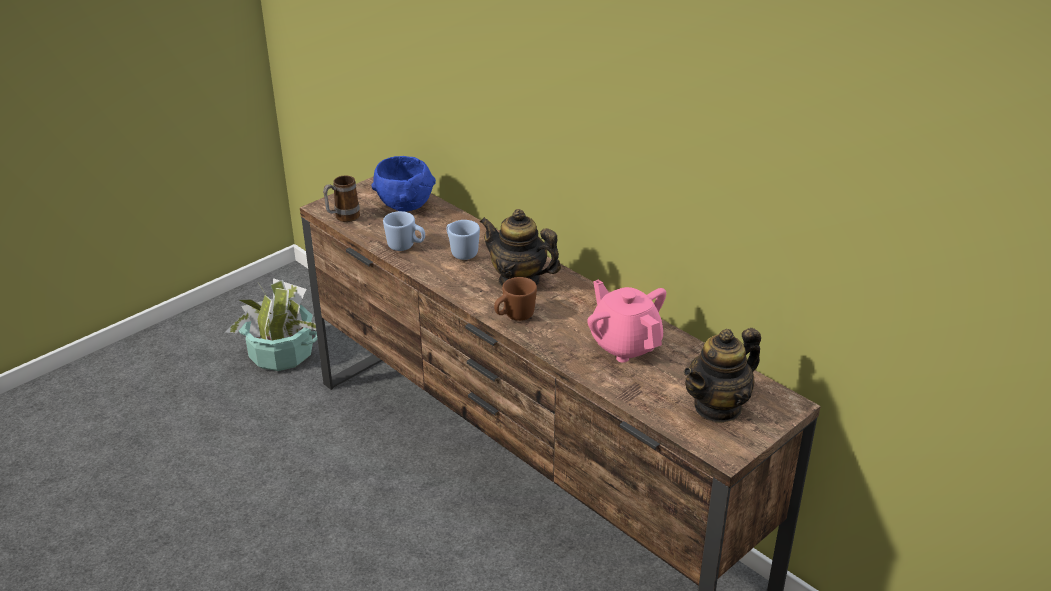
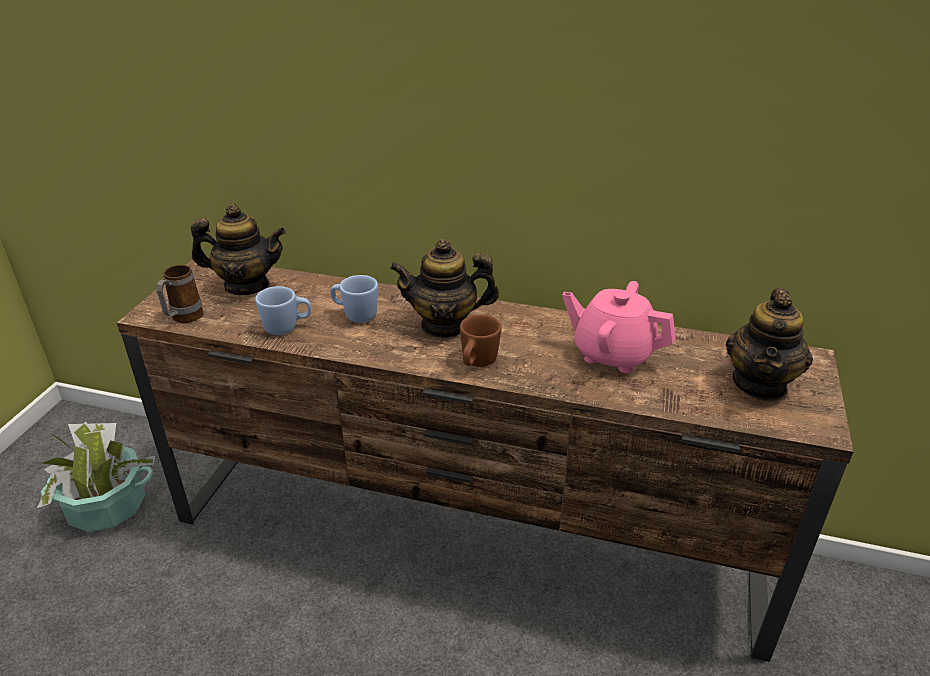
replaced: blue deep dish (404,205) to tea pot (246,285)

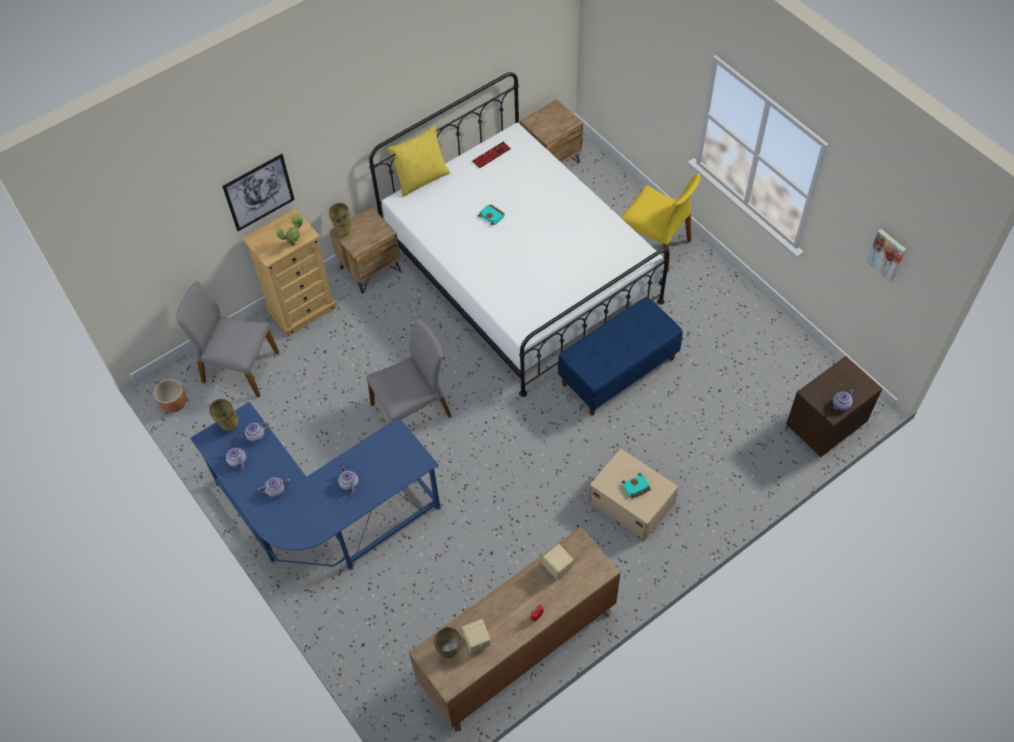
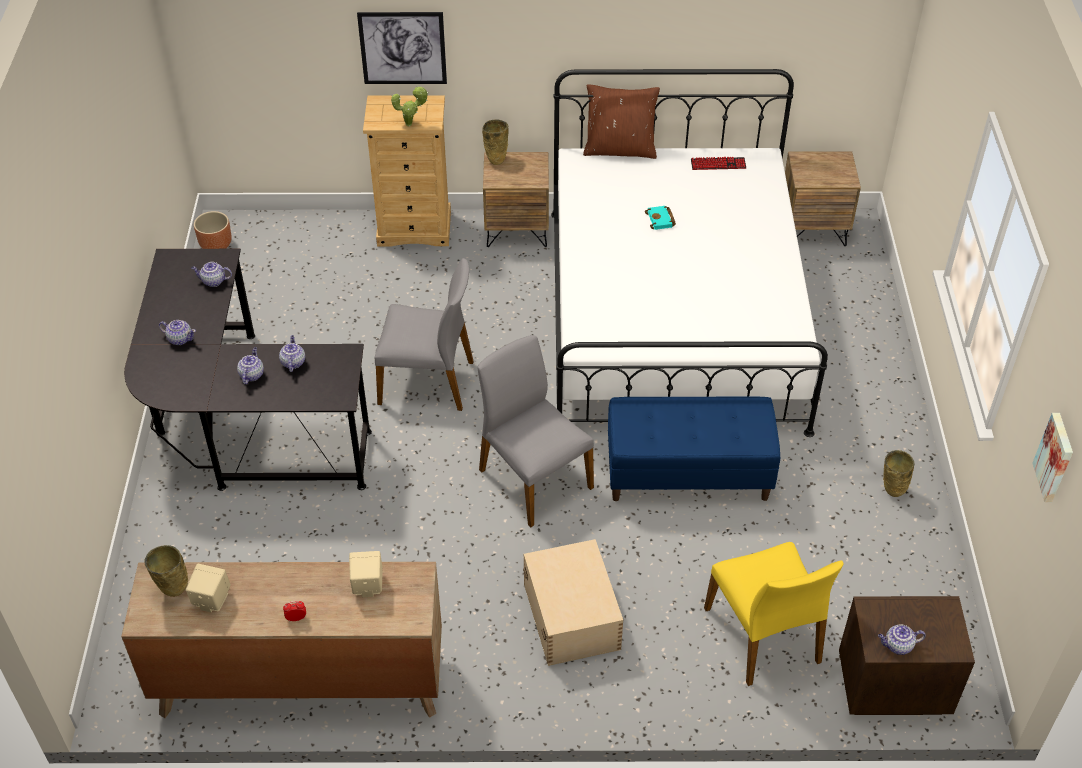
removed: blue-green bound book (635,488)
moved: tea pot (237,461) to (293,362); greyish upright chair (239,368) to (533,478); yellow upright chair (654,244) to (764,635); sand-coloured decorative vase (229,426) to (891,491)
recoloured: blue desk (322,518) to black desk (242,426); yellow pillow (421,179) to brownish pillow (620,149)

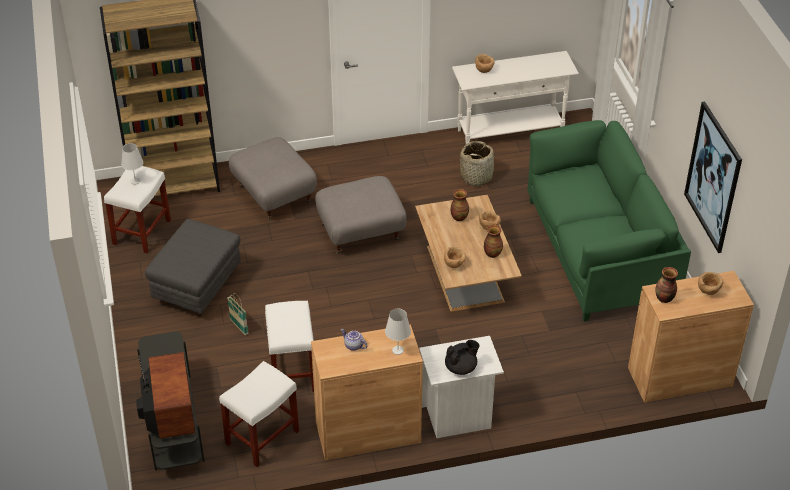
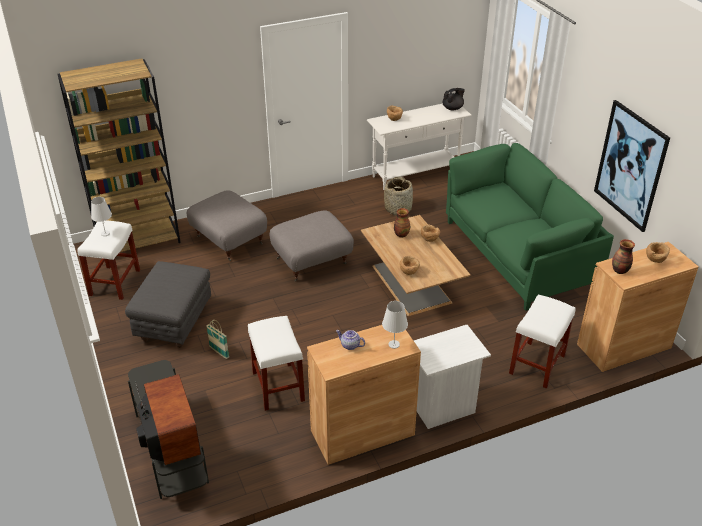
removed: decorative vase (492,253)
moved: black tea pot (461,367) to (453,108); white-coloured stool (263,436) to (537,364)

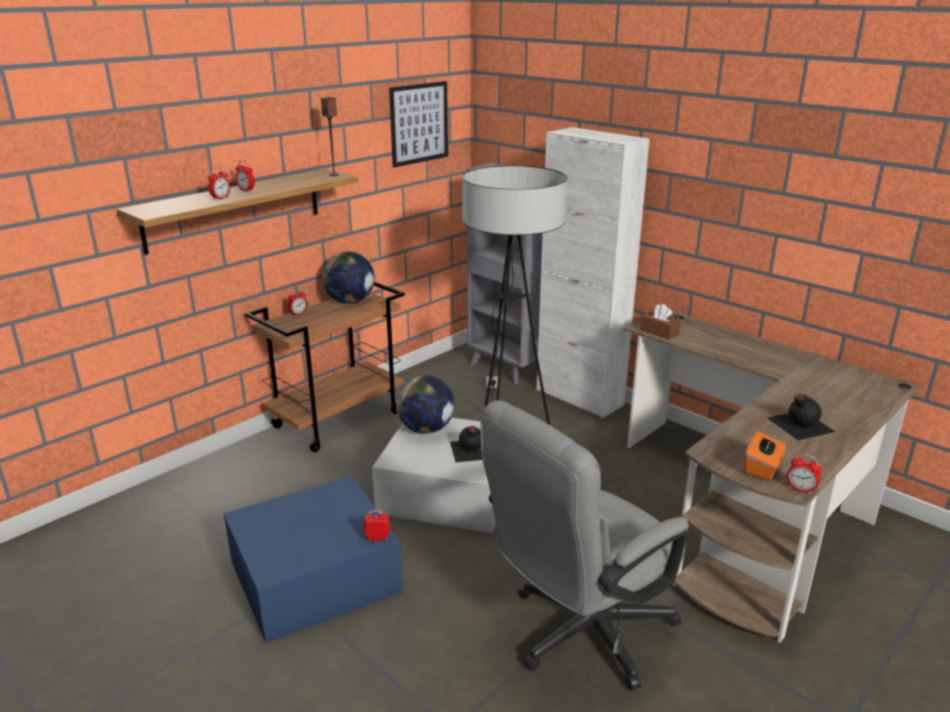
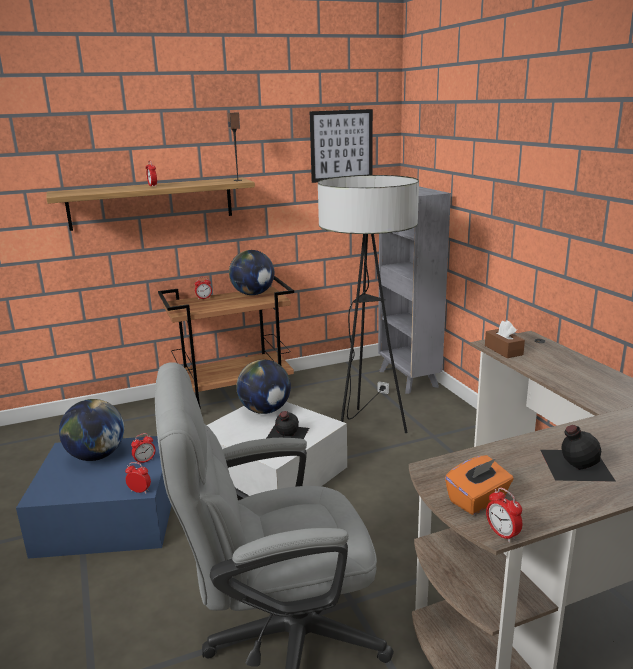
removed: white-coloured storage cabinet (579,397)
added: desk globe (96,456)
moved: table clock (221,198) to (144,461)

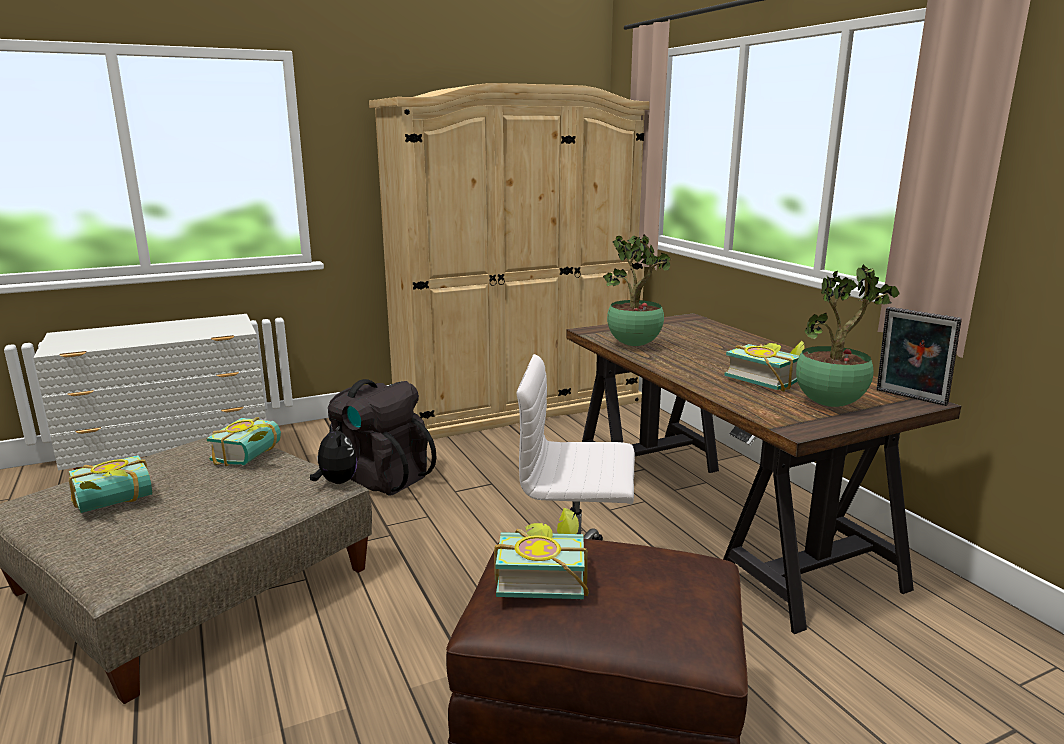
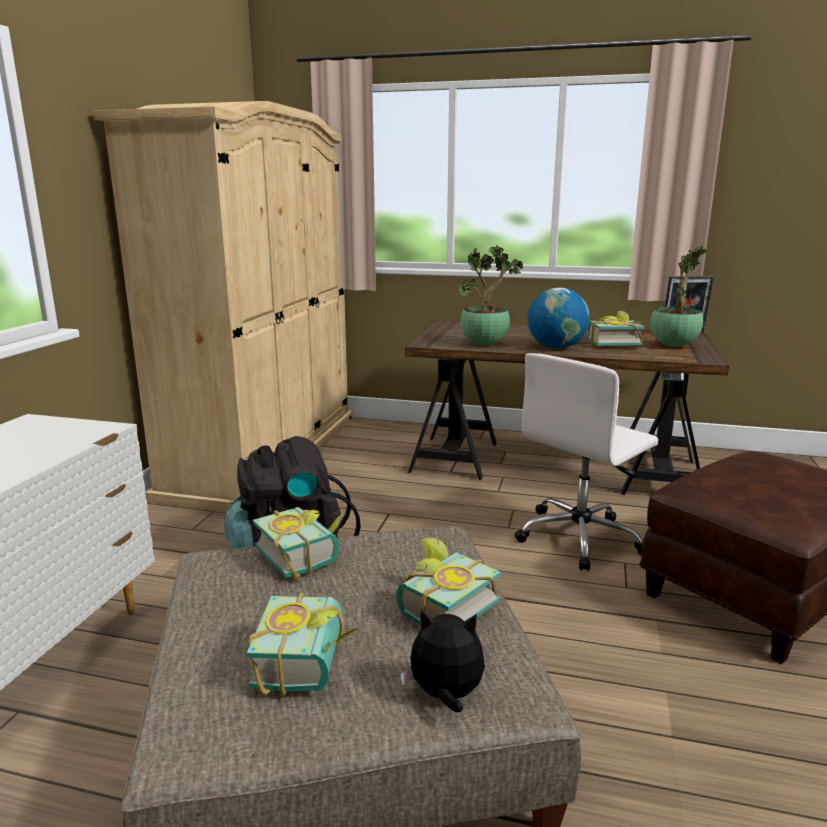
added: desk globe (556,347)
moved: bound book (541,577) to (441,607); soft toy (336,482) to (445,696)

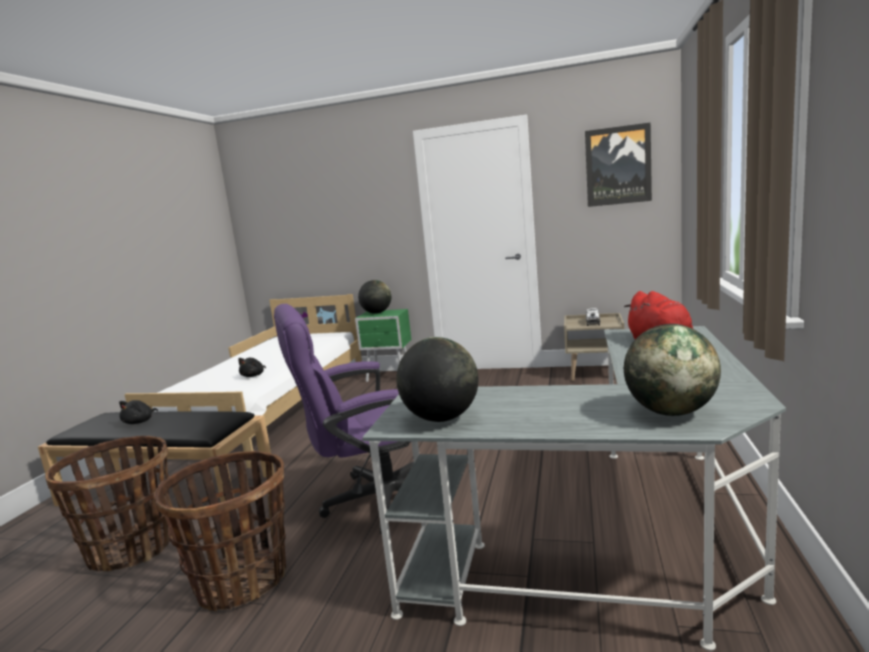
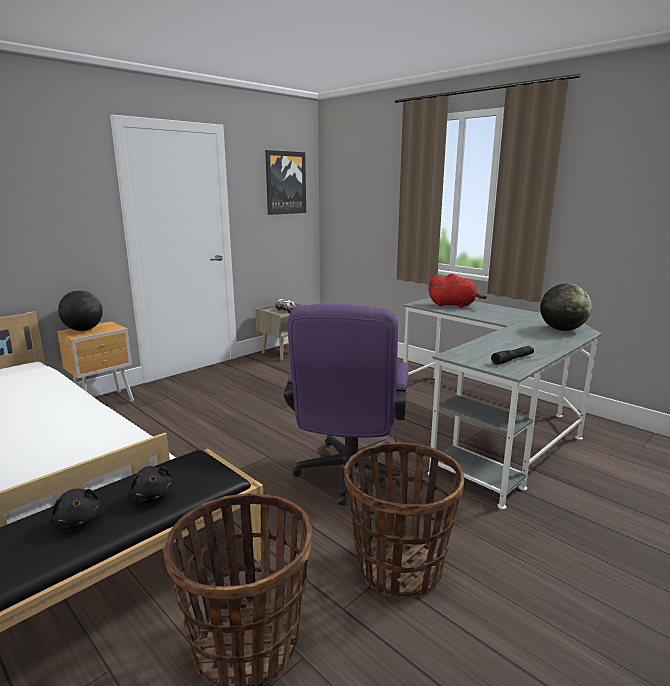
moved: black soft toy (253,375) to (151,496)
replaced: desk globe (441,418) to black torch (512,359)
recoloured: green-coloured nightstand (390,377) to brownish nightstand (105,403)

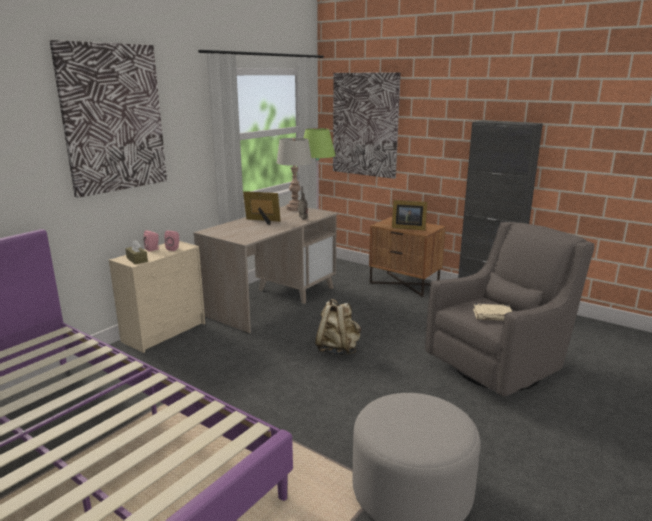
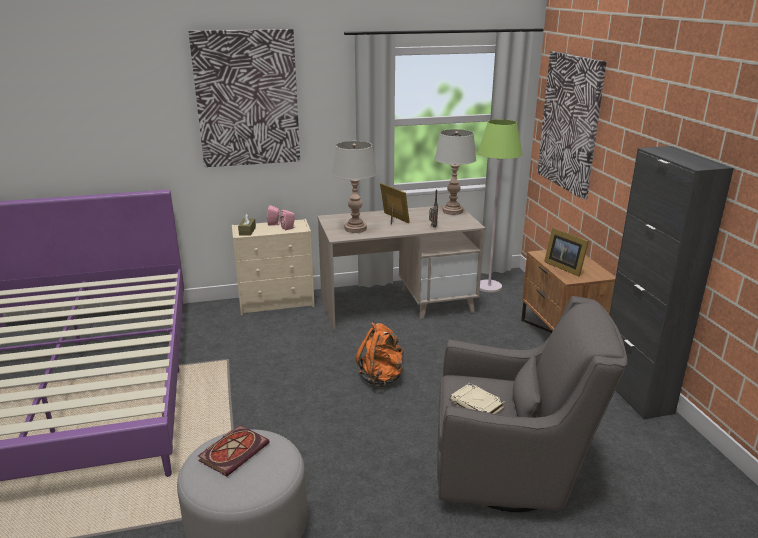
added: bound book (234,451); greyish lamp for a table (355,229)
recoloured: sand-coloured knapsack (338,349) to orange knapsack (381,378)

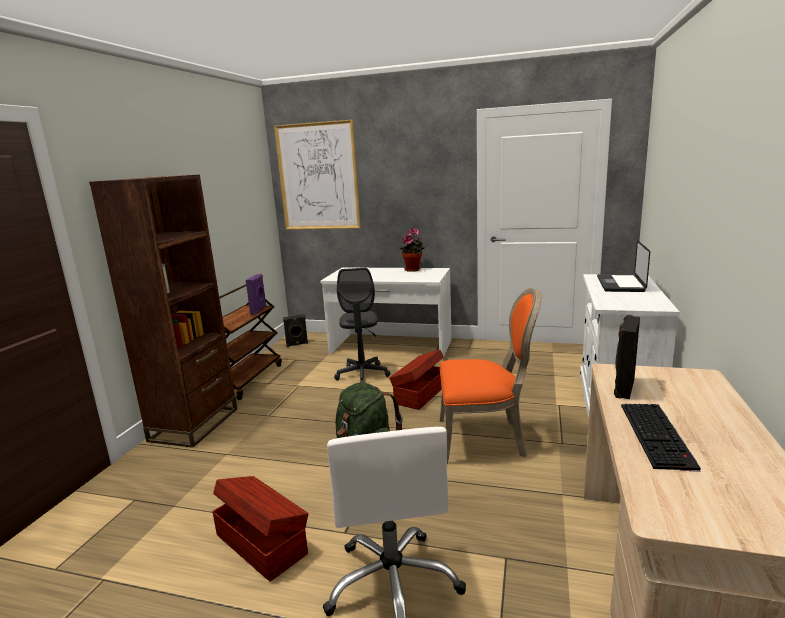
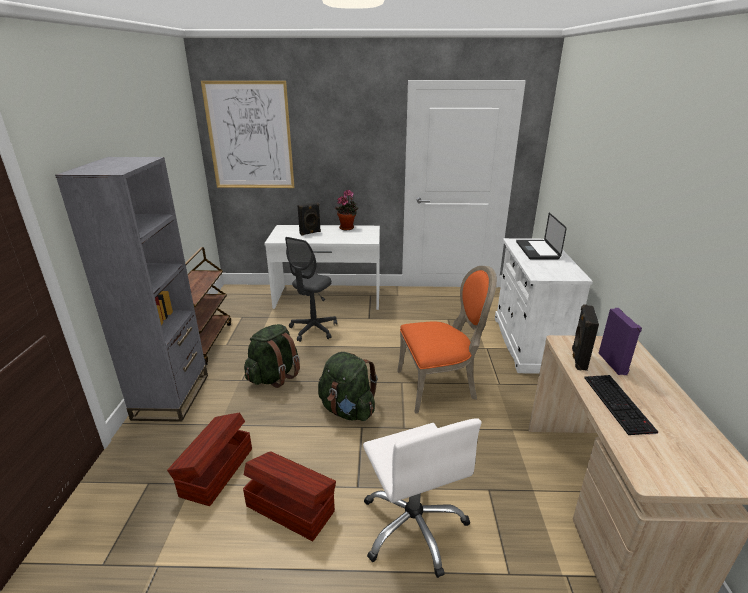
added: green-coloured knapsack (274,376)
moved: brownish storage bin (420,394) to (215,472); black audio speaker (297,344) to (310,233); purplish audio speaker (259,310) to (613,363)
recoloured: brownish bookcase (194,424) to greyish bookcase (172,396)
turned: greyish desk chair (362,375) = (313,330) 45 degrees clockwise

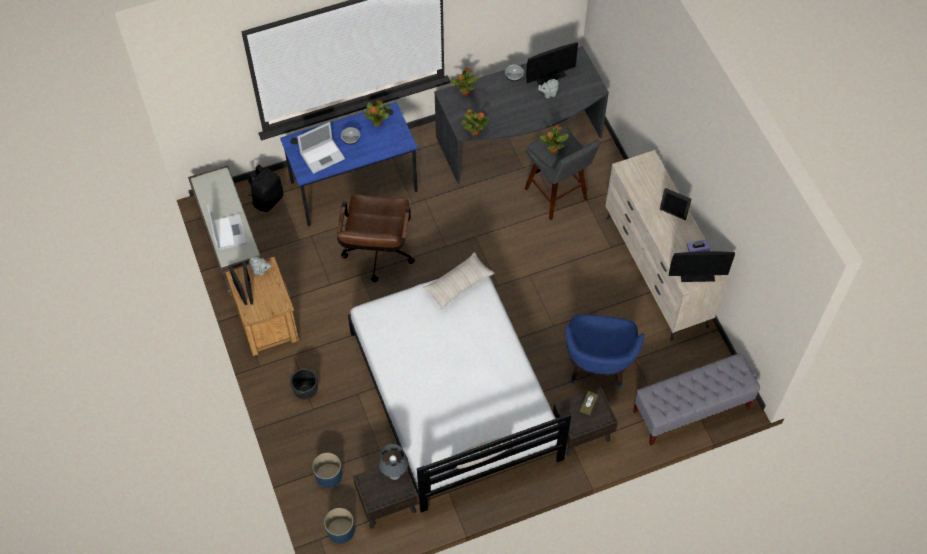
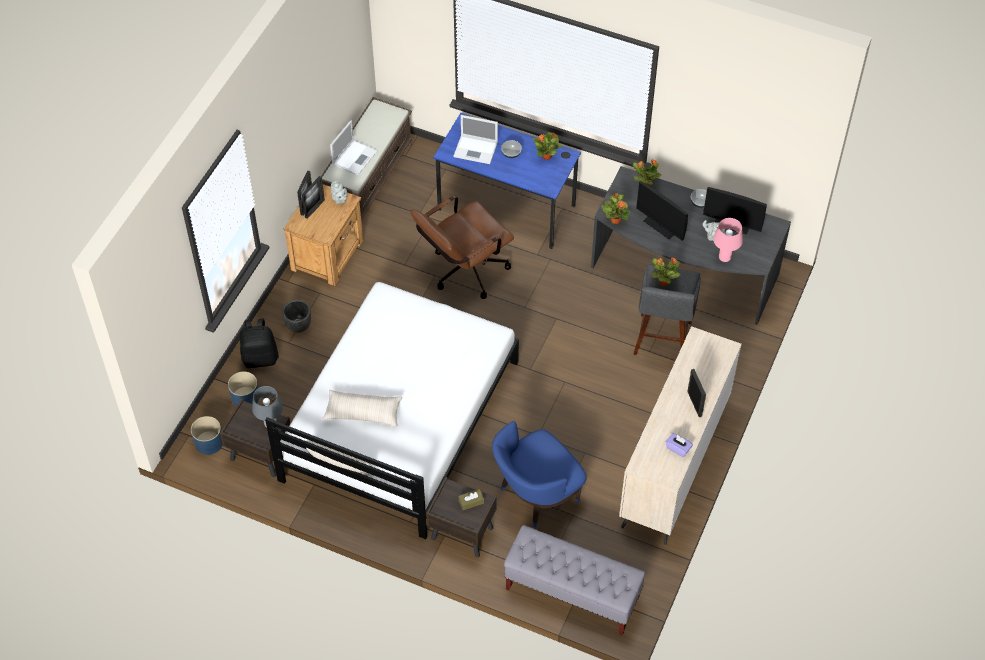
added: pink lamp for a table (724,257)
moved: black knapsack (267,199) to (260,358); sand-coloured pillow (458,284) to (363,412); computer screen (697,275) to (661,225)

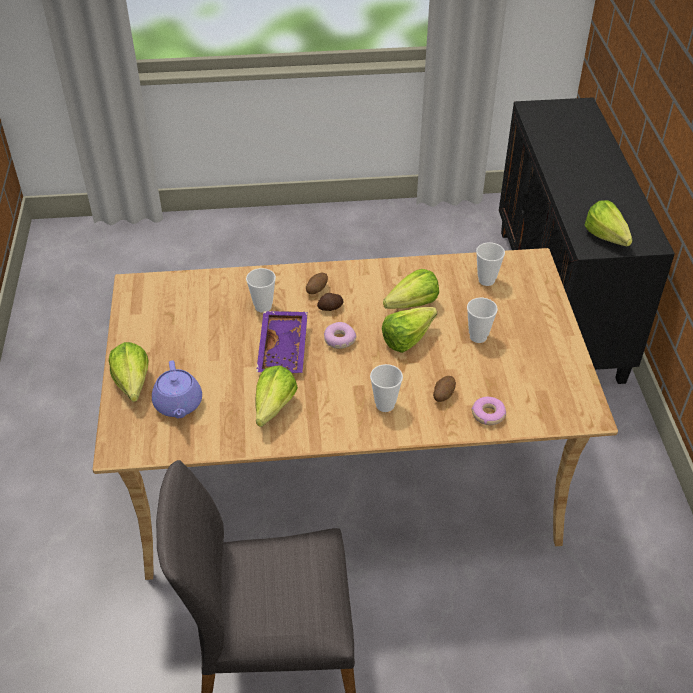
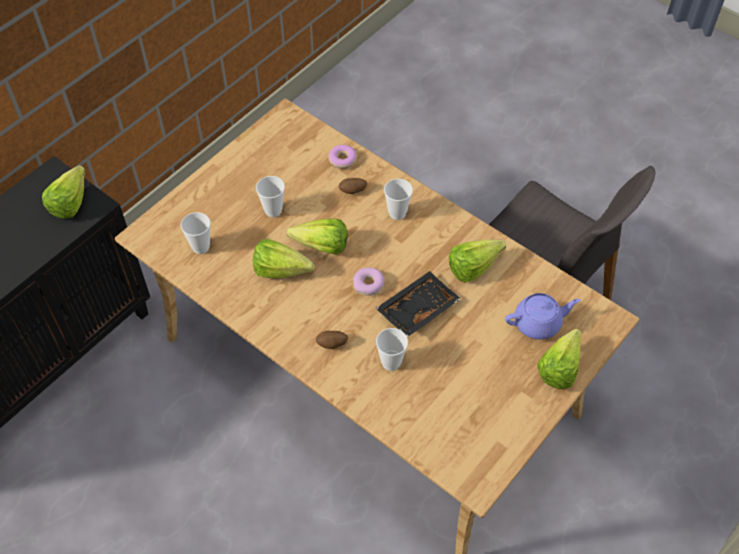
removed: spud (330,308)
recoloured: purplish tray (284,349) to black tray (417,308)
turned: purplish tea pot (178,404) = (538,323) 45 degrees clockwise

